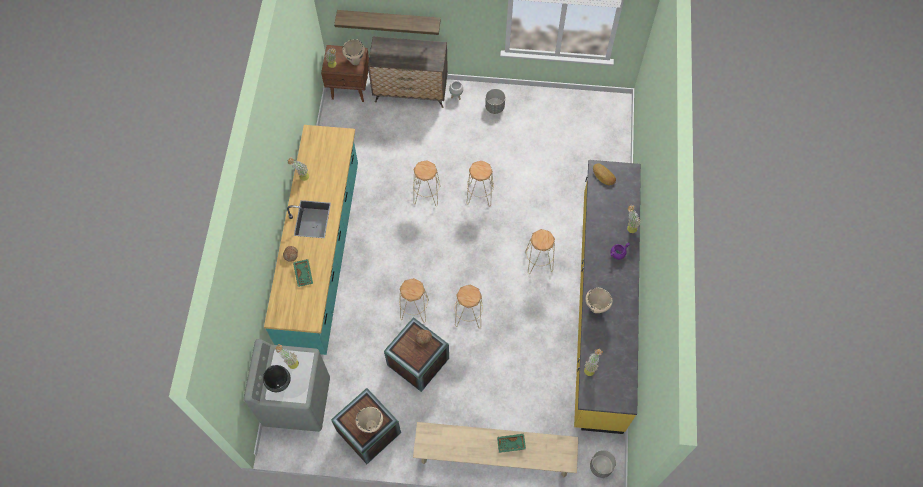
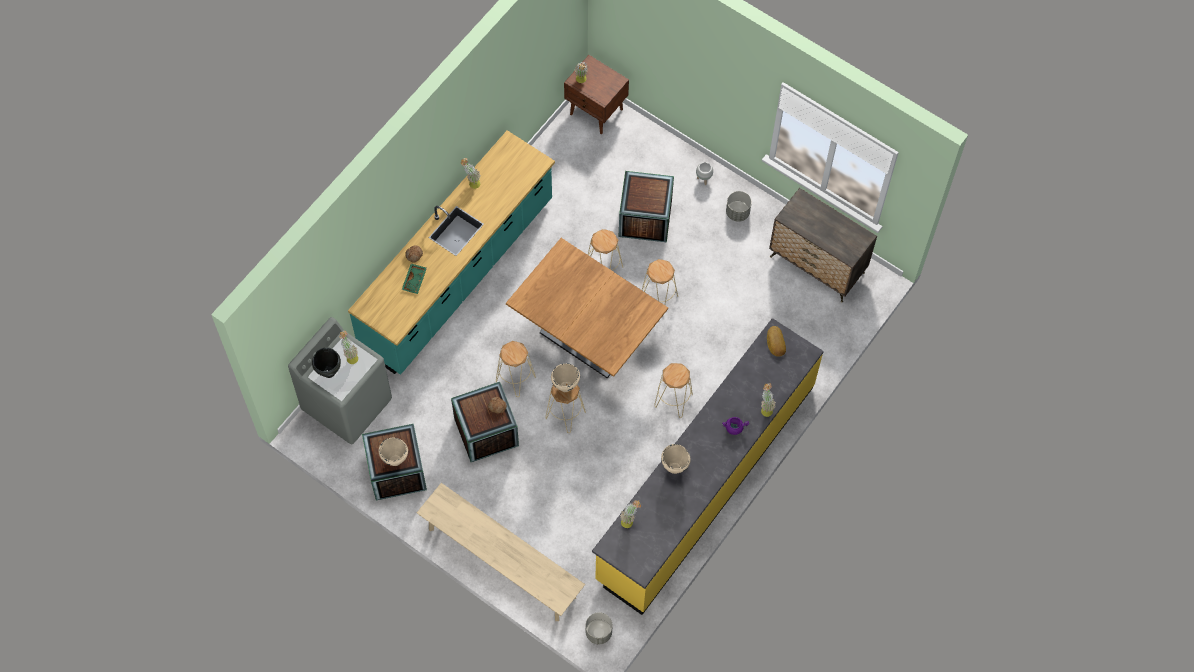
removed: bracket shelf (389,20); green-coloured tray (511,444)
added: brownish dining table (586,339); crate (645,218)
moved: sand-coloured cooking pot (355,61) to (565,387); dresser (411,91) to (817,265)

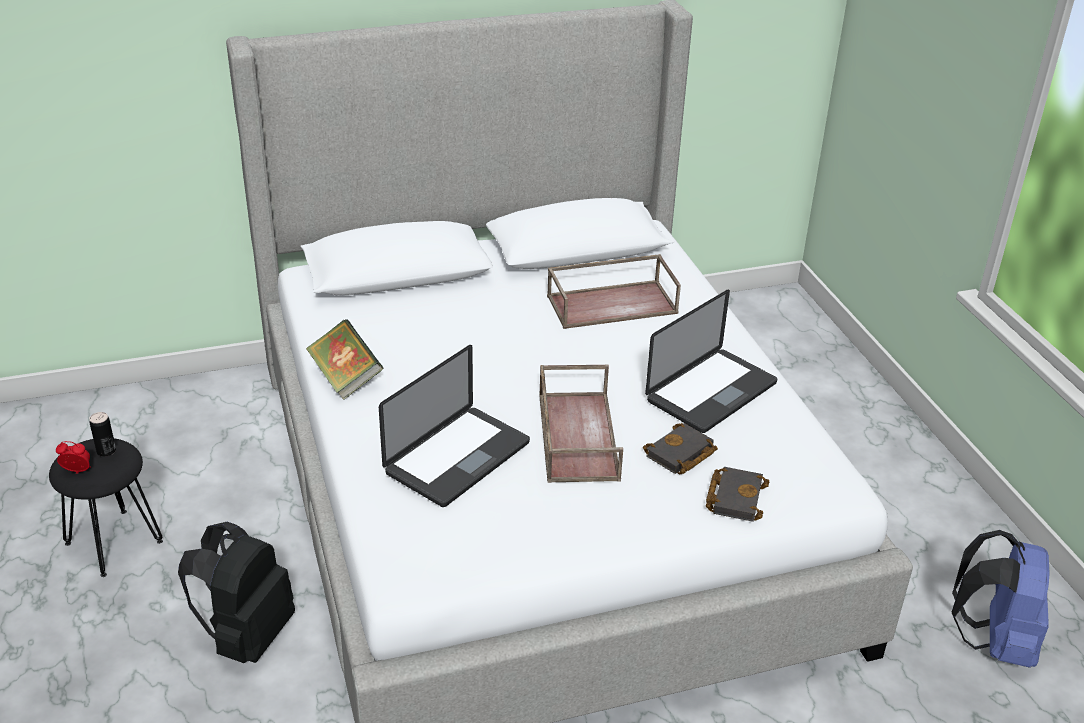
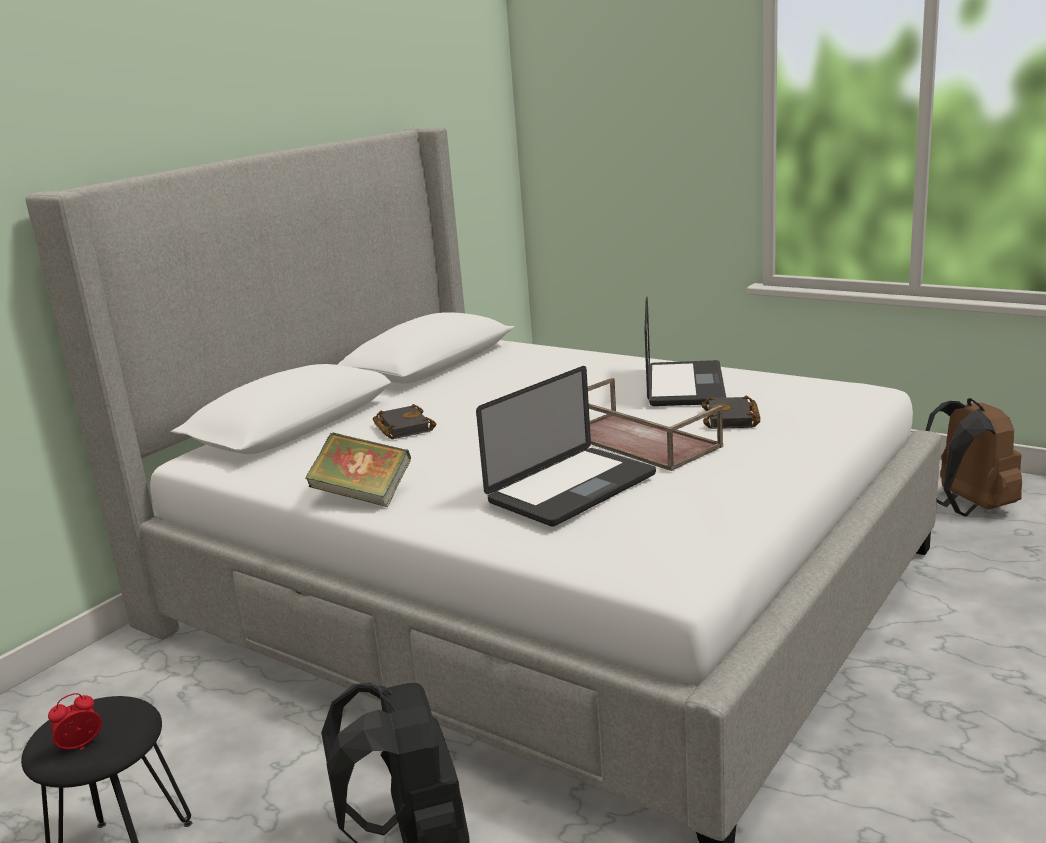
removed: sealed can (106,451); brownish tray (612,303)
moved: black bound book (734,497) to (401,427)
recoloured: blue knapsack (994,641) to brownish knapsack (968,507)
turned: portable computer (457,458) = (572,488) 45 degrees clockwise

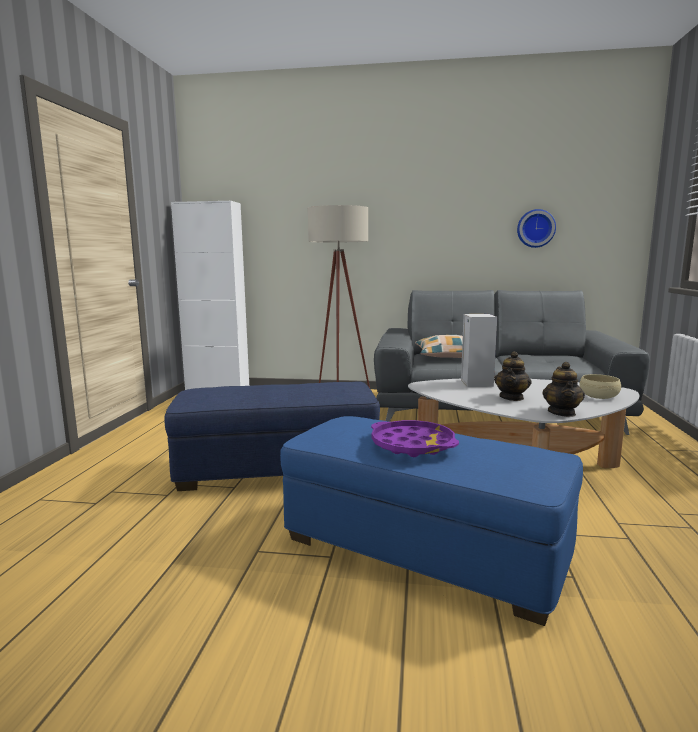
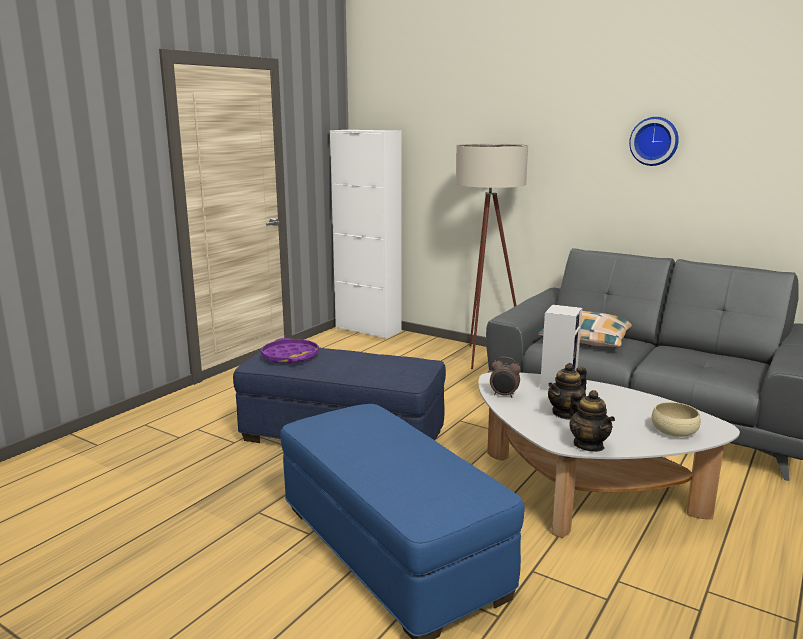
added: table clock (504,395)
moved: purplish tray (412,445) to (290,356); clock on the wall (535,228) to (654,141)
turned: tea pot (562,413) = (588,445) 60 degrees counterclockwise

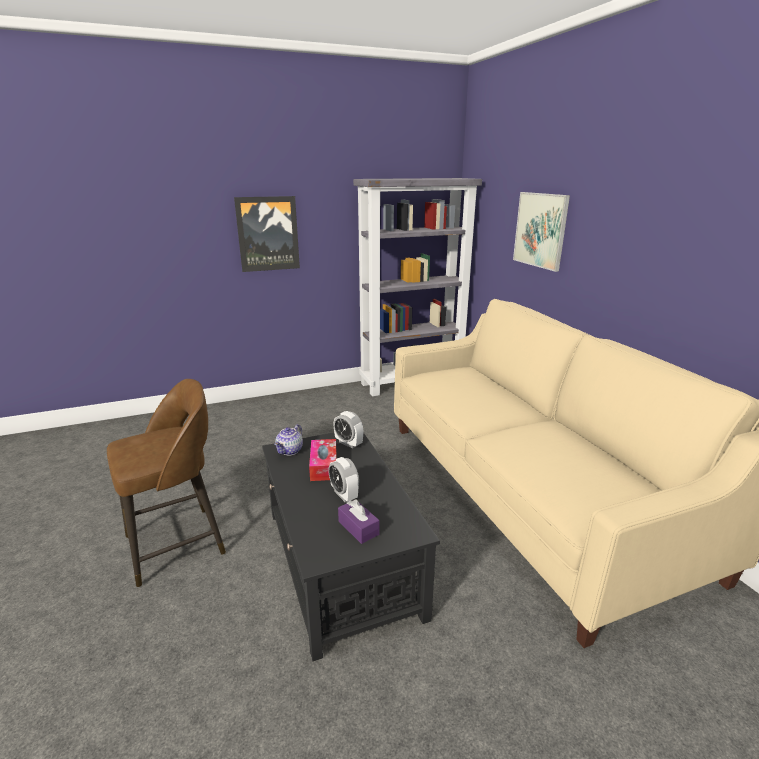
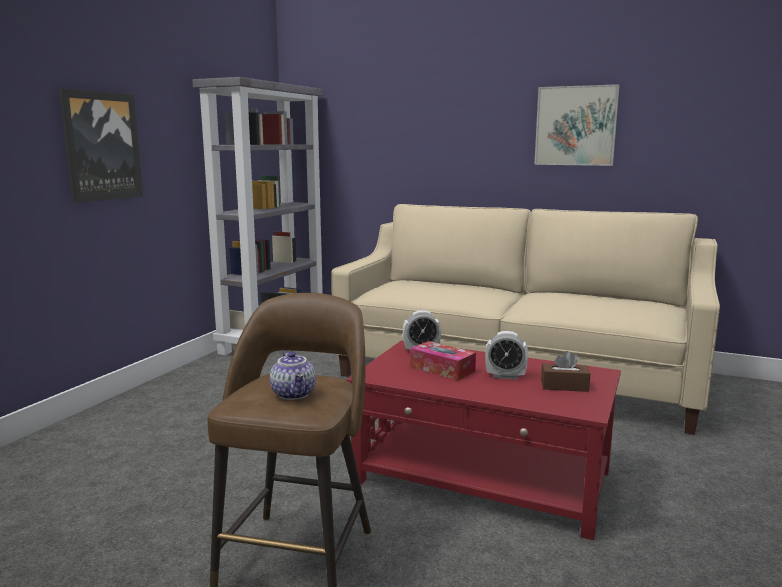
moved: tea pot (290,451) to (294,394); wall art (540,230) to (575,126)
recoloured: black coffee table (341,562) to reddish coffee table (483,477); purplish tissue holder (358,528) to brownish tissue holder (564,386)

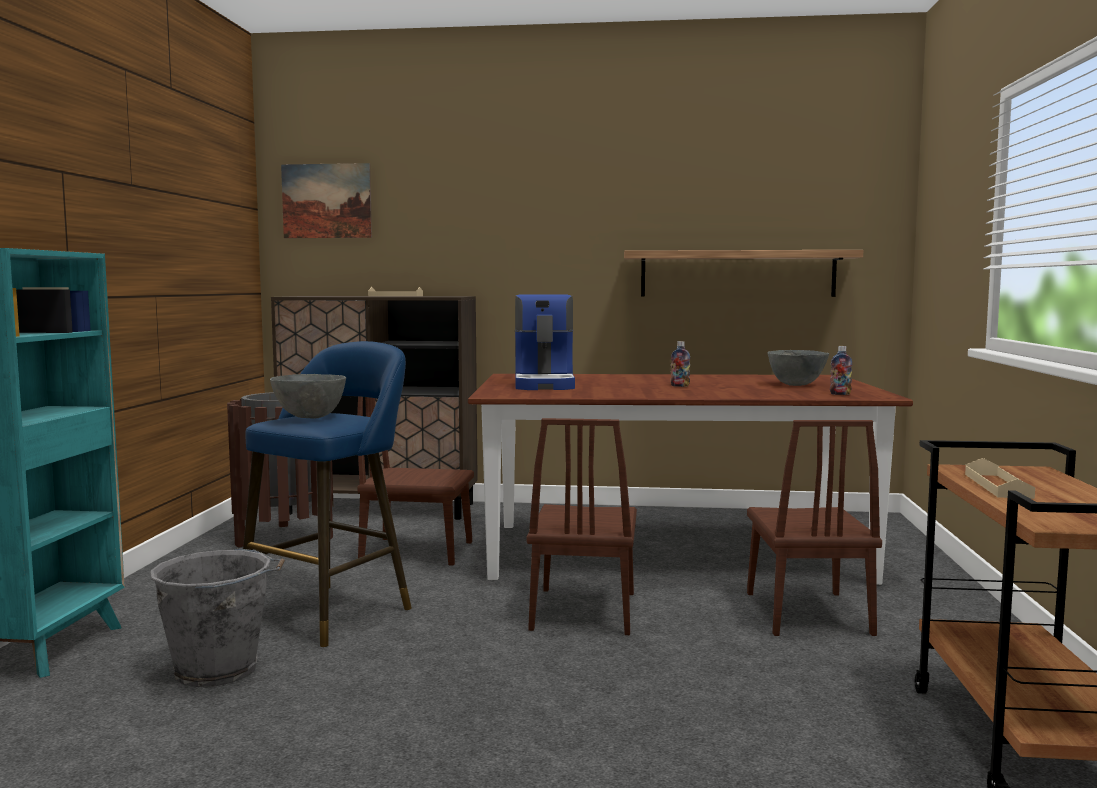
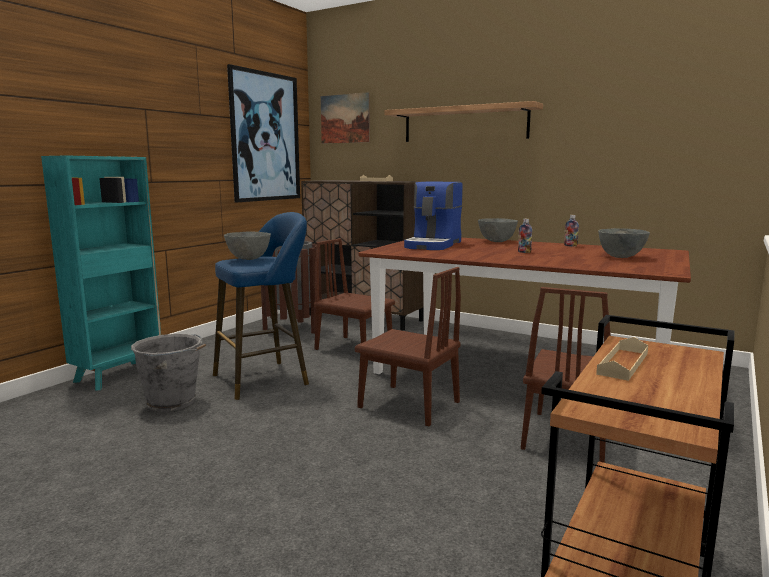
added: wall art (265,137); greyish deep dish (497,241)
moved: bracket shelf (737,274) to (464,124); beverage bottle (840,394) to (570,246)
turned: brownish upright chair (583,610) = (408,404) 90 degrees counterclockwise

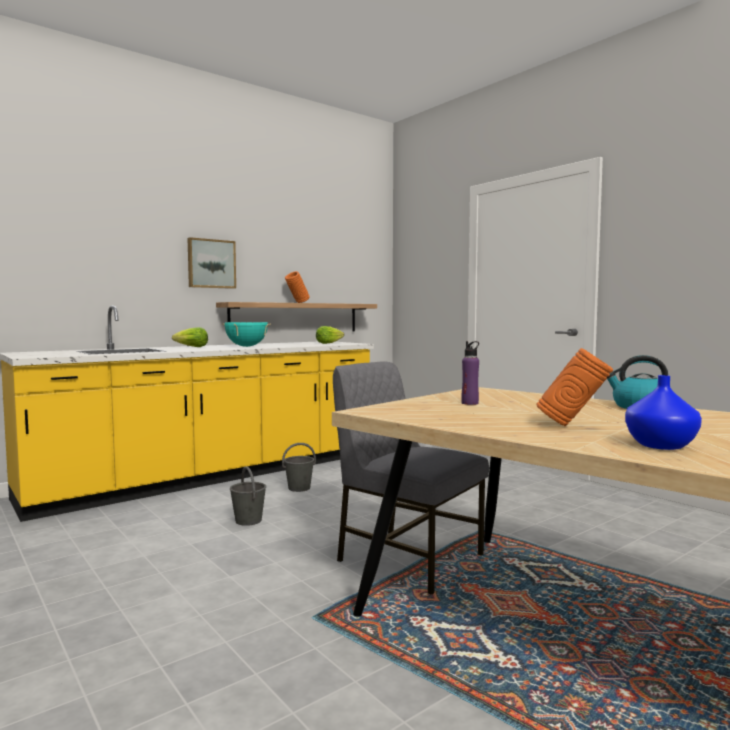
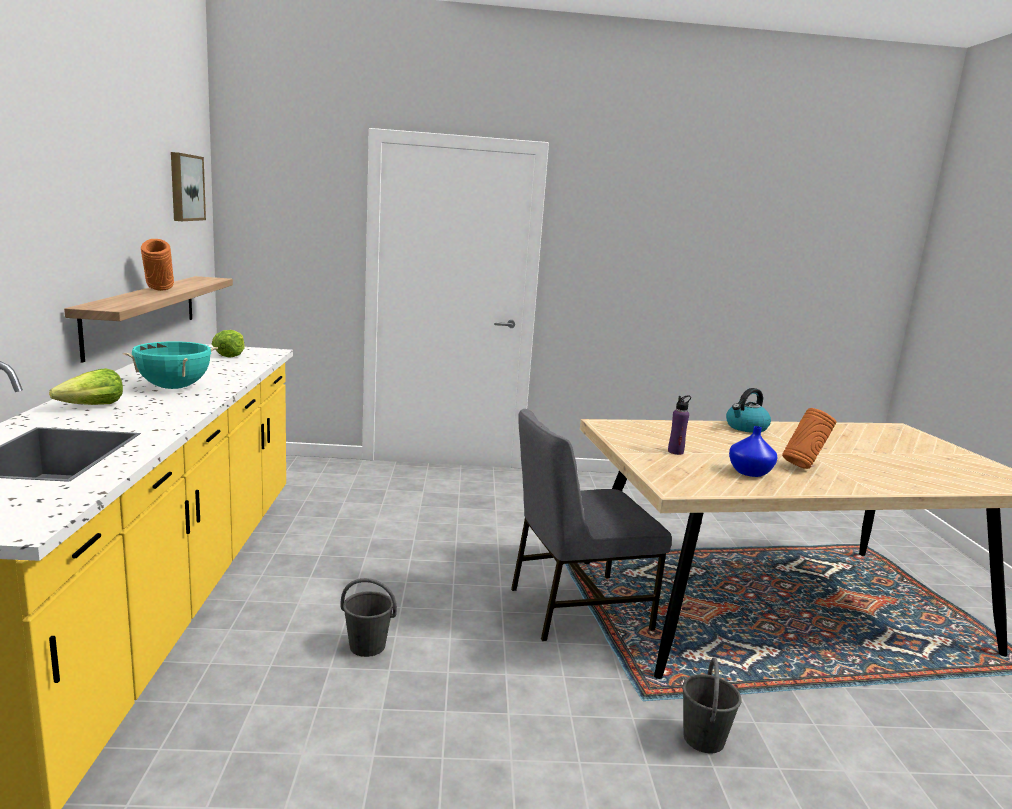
moved: wall art (211,264) to (185,187); greyish bucket (298,488) to (703,739); blue decorative vase (662,445) to (750,472)

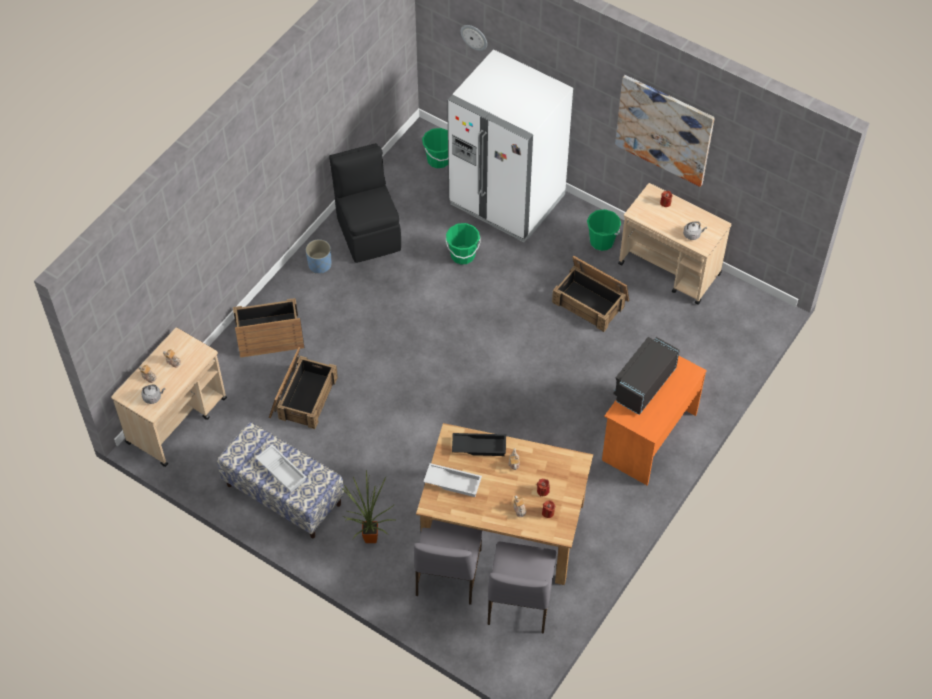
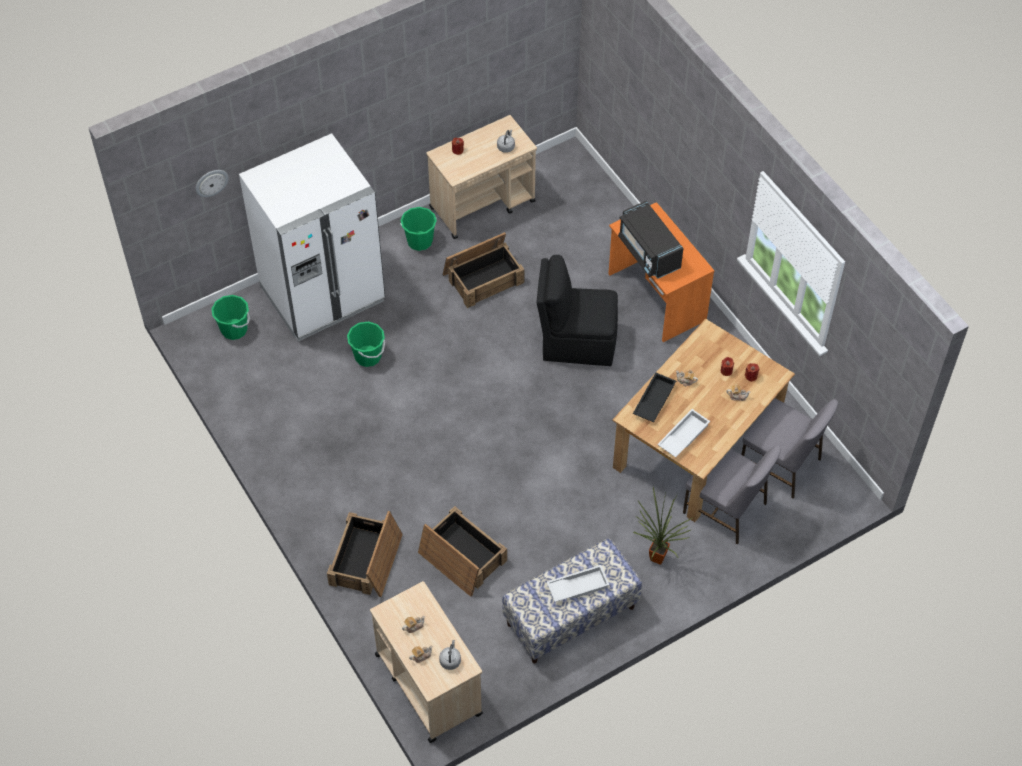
removed: blue flower pot (320,265); wall art (664,130)
moved: black upright chair (368,232) to (576,341)

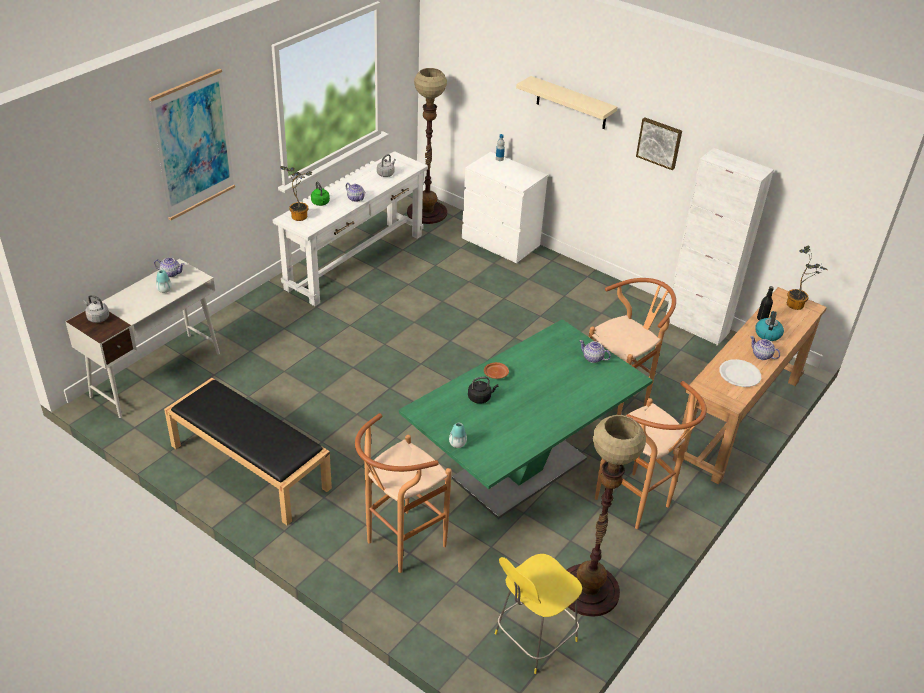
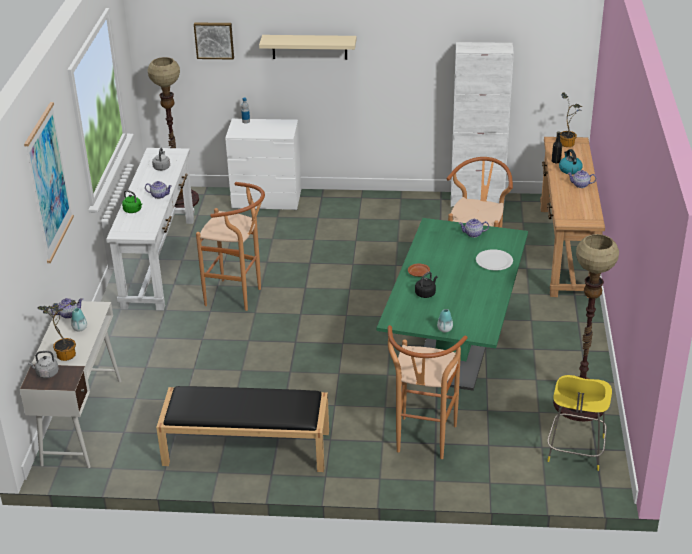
moved: houseplant (299,215) to (65,353); wall art (659,143) to (214,40); brownish stool (638,505) to (239,297); white-coloured dinner plate (739,374) to (494,261)

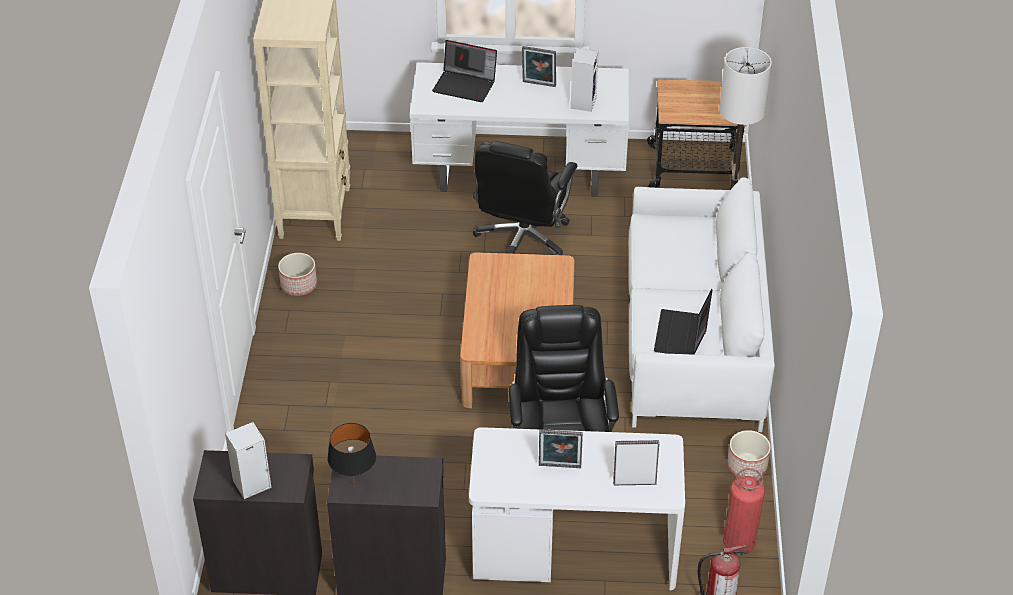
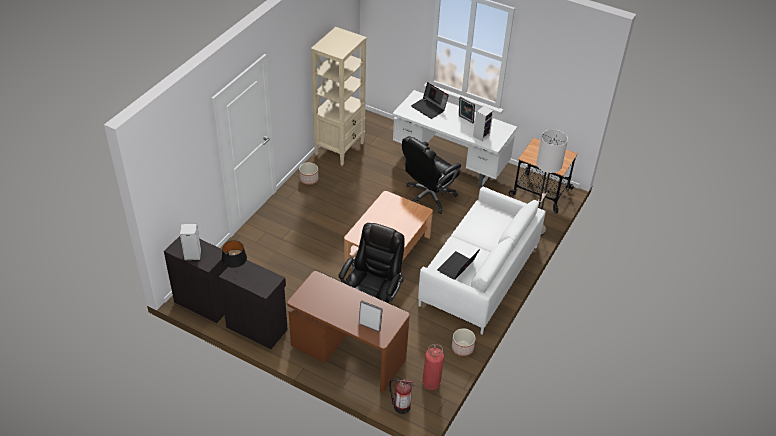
removed: standing frame (559,467)
recoloured: white-coloured desk (573,551) to brownish desk (347,353)

